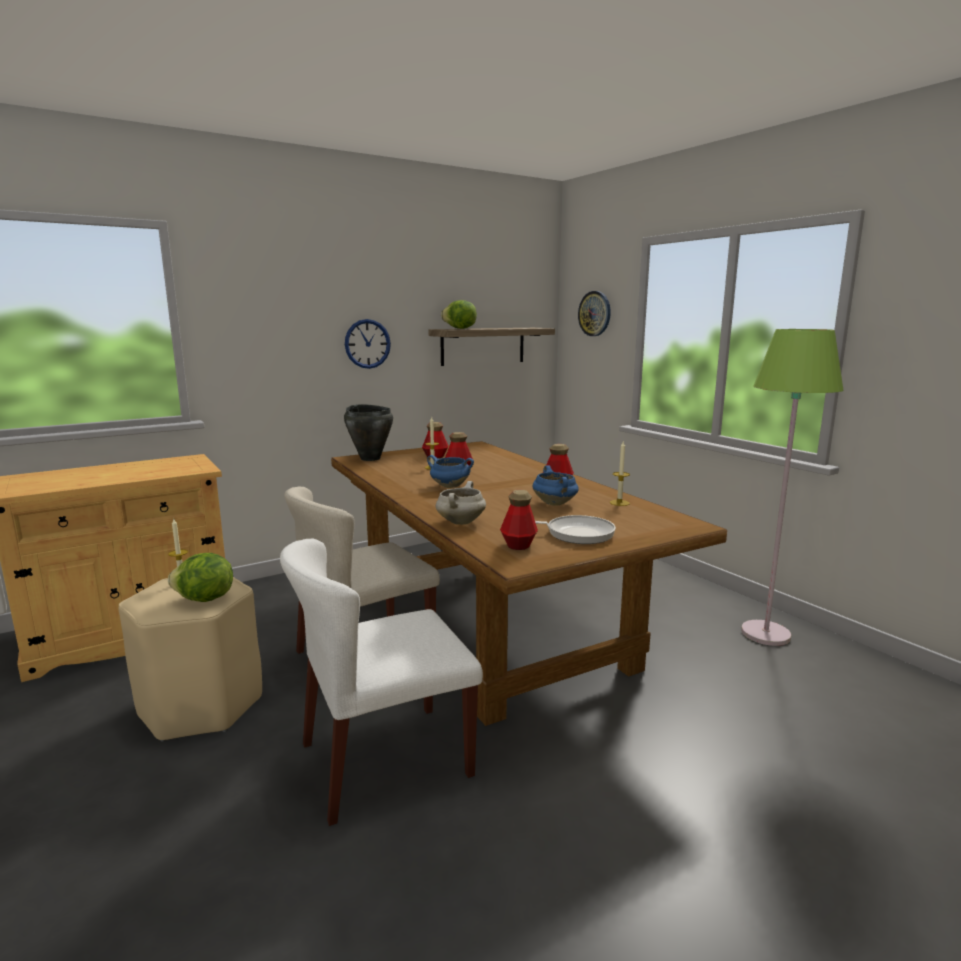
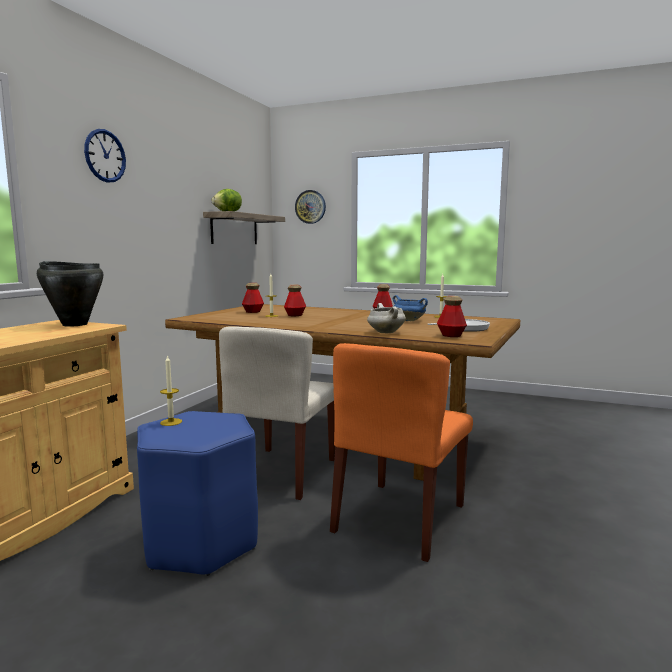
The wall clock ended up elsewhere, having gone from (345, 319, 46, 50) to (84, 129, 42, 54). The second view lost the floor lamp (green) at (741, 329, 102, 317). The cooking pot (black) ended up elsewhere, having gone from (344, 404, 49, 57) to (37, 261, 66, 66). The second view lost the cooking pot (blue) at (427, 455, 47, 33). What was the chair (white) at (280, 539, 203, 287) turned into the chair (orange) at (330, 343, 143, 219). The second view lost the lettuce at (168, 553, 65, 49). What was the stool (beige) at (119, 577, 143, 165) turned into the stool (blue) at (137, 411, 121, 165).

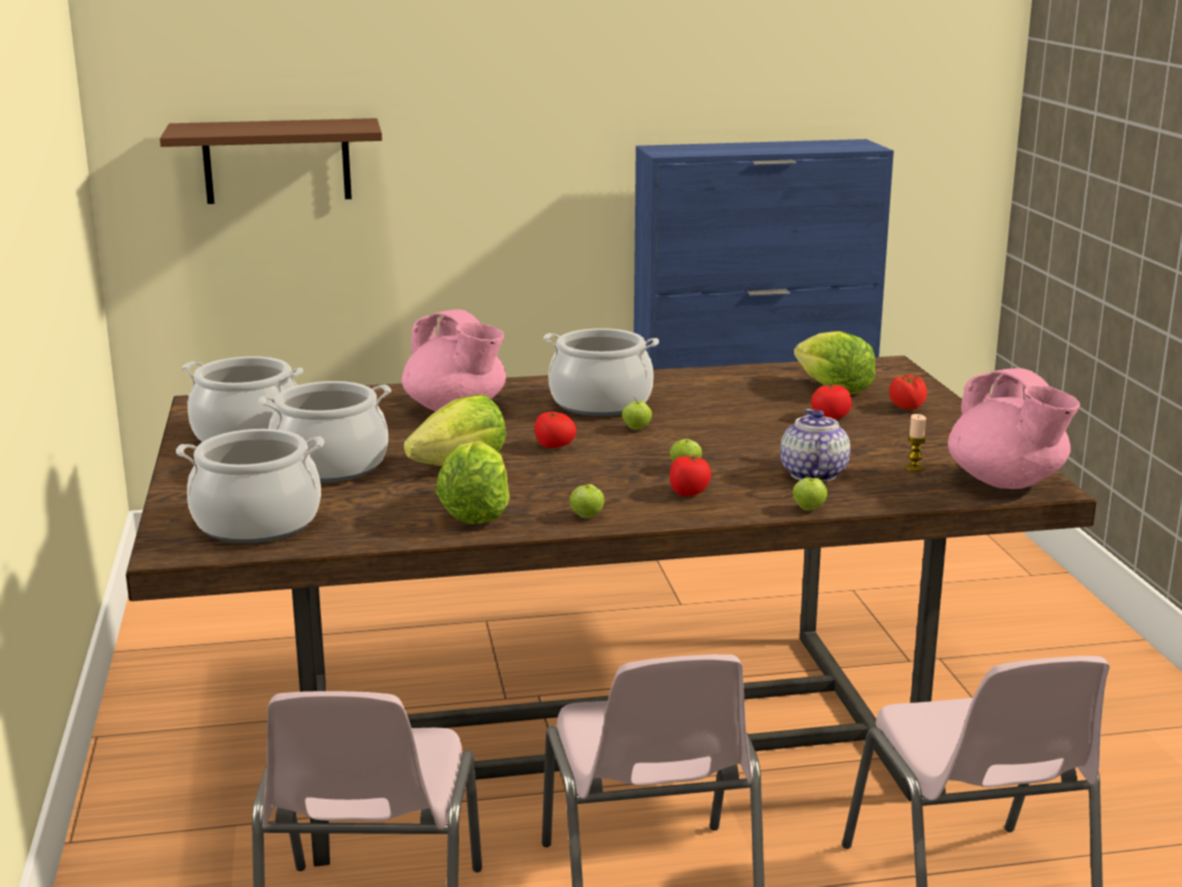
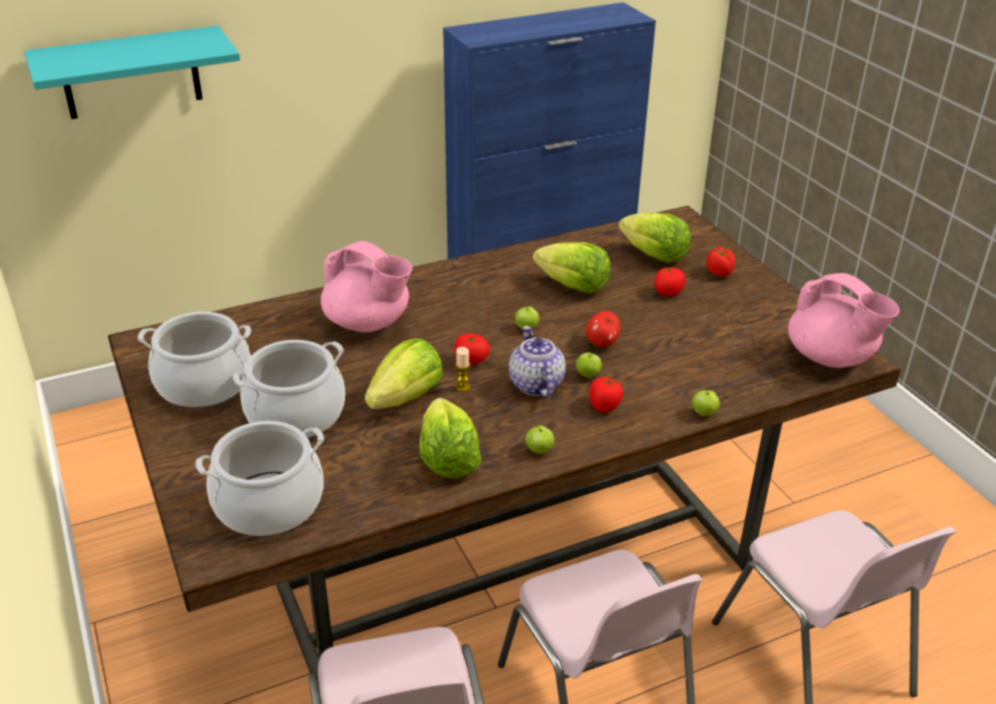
What was the shelf (brown) at (160, 118, 222, 86) turned into the shelf (turquoise) at (24, 26, 216, 93). The second view lost the cooking pot at (543, 328, 116, 88). The teapot ended up elsewhere, having gone from (780, 409, 70, 73) to (509, 326, 57, 72). The candle ended up elsewhere, having gone from (905, 414, 22, 58) to (455, 347, 16, 45). The second view gained the lettuce at (533, 242, 78, 52). The second view gained the apple at (586, 311, 34, 36).

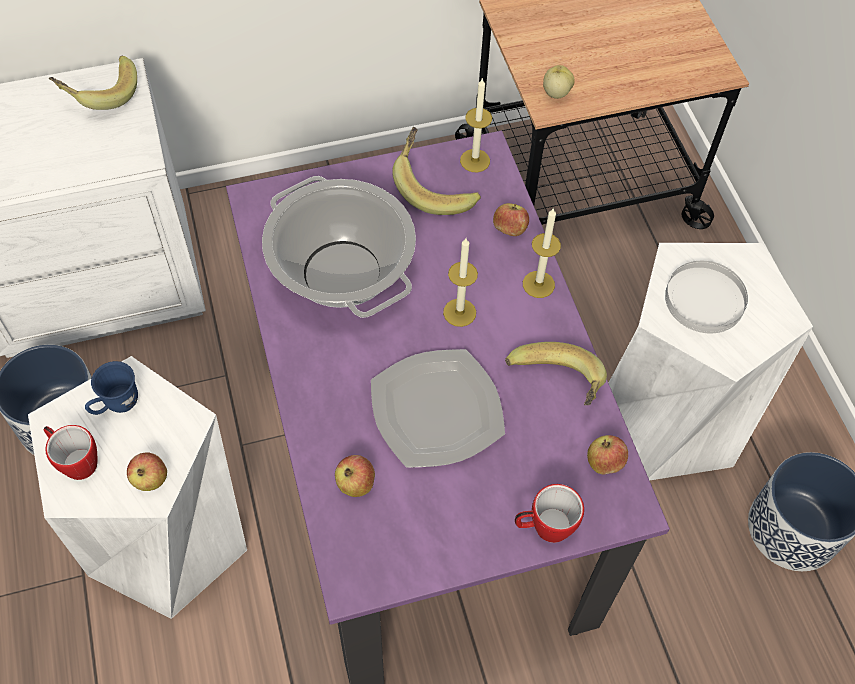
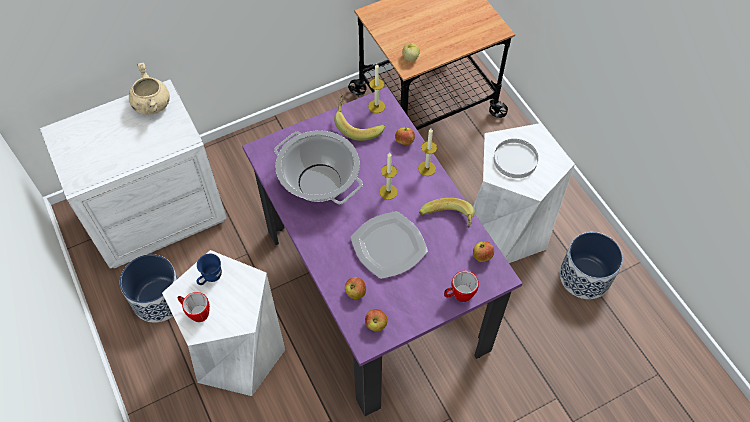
Where the banana stood at (49, 56, 88, 54), the cooking pot (beige) came to stand at (129, 63, 41, 52). The apple ended up elsewhere, having gone from (127, 452, 40, 39) to (365, 309, 23, 22).

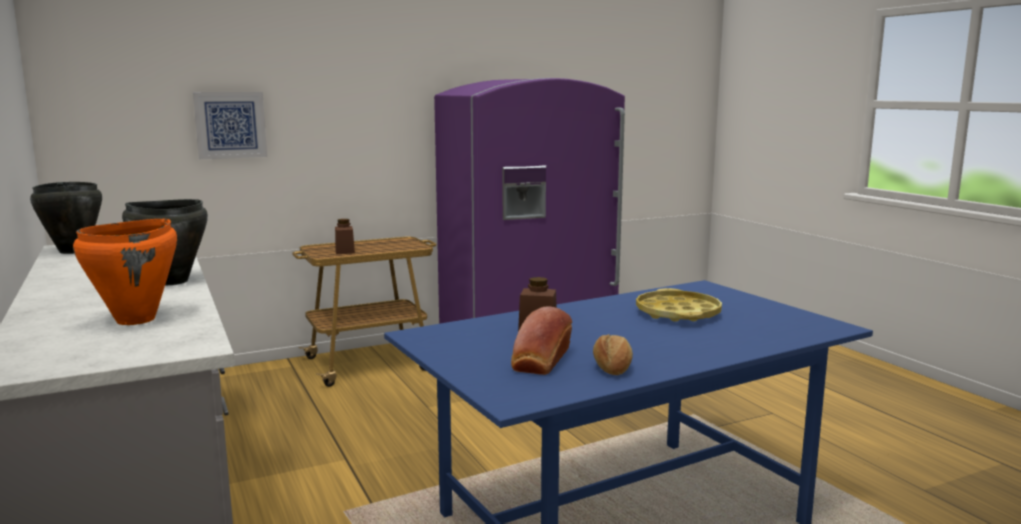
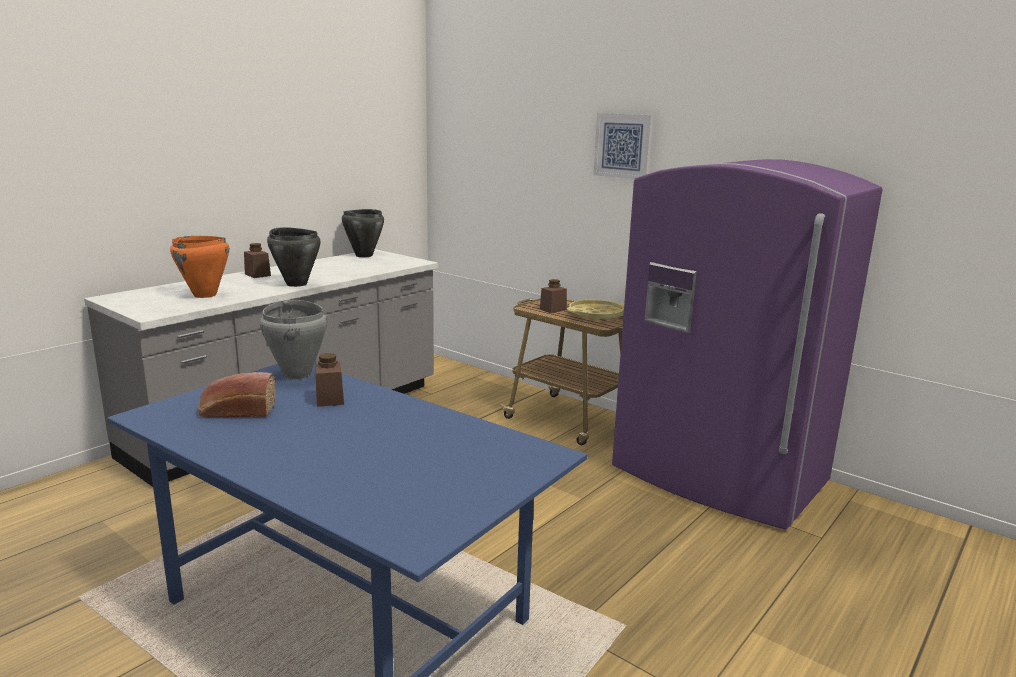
The picture ended up elsewhere, having gone from (193, 92, 74, 67) to (593, 113, 60, 66). The tray (yellow) ended up elsewhere, having gone from (636, 288, 86, 34) to (567, 300, 57, 20). The second view lost the bread at (593, 334, 40, 41). The second view gained the jar (brown) at (244, 243, 27, 35). The second view gained the cooking pot (grey) at (260, 300, 67, 80).

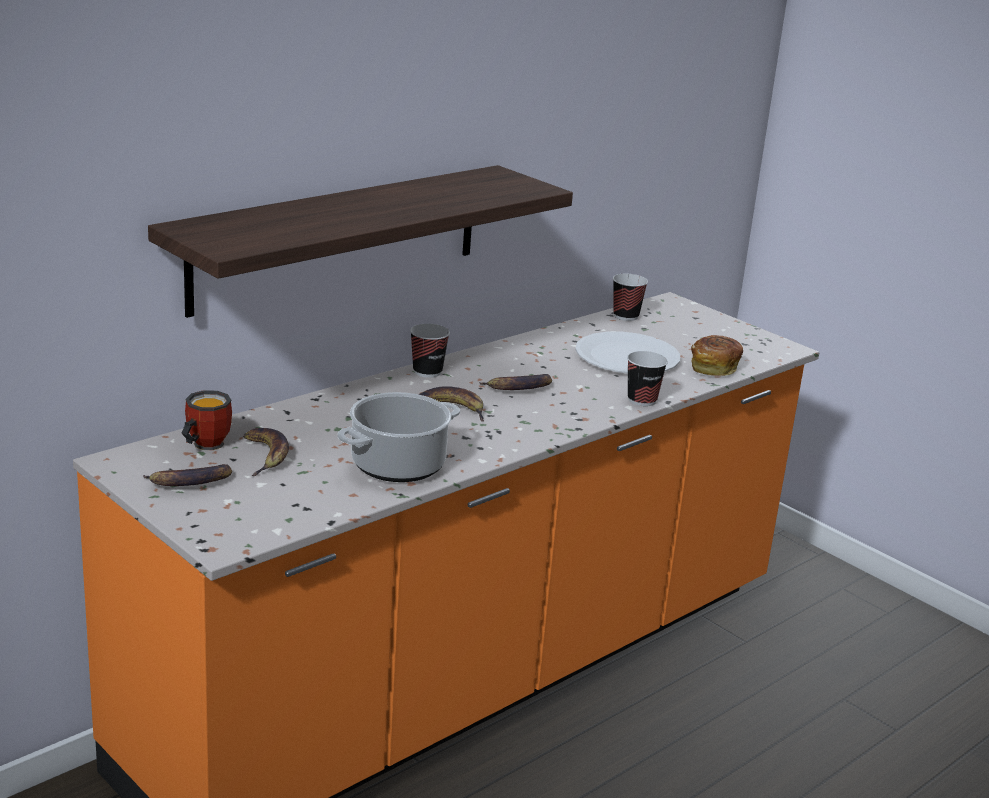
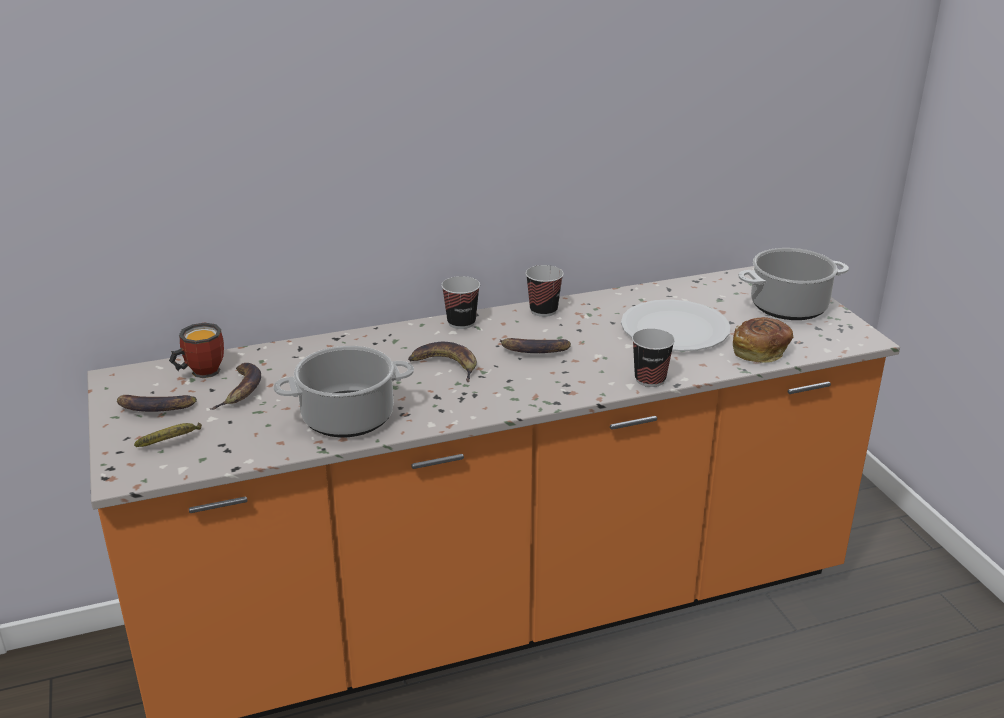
The second view lost the shelf at (148, 165, 425, 153). The cup ended up elsewhere, having gone from (613, 274, 35, 47) to (526, 265, 38, 52). The second view gained the cooking pot at (738, 248, 111, 72). The second view gained the banana at (134, 422, 68, 25).

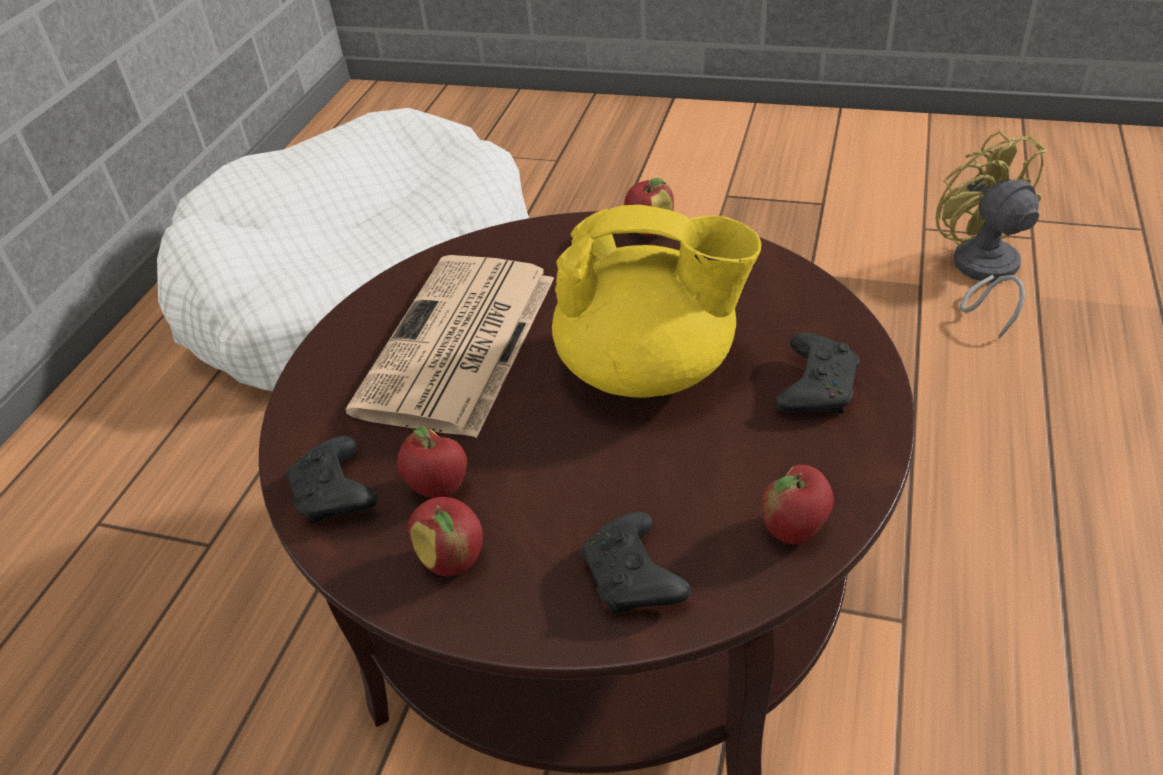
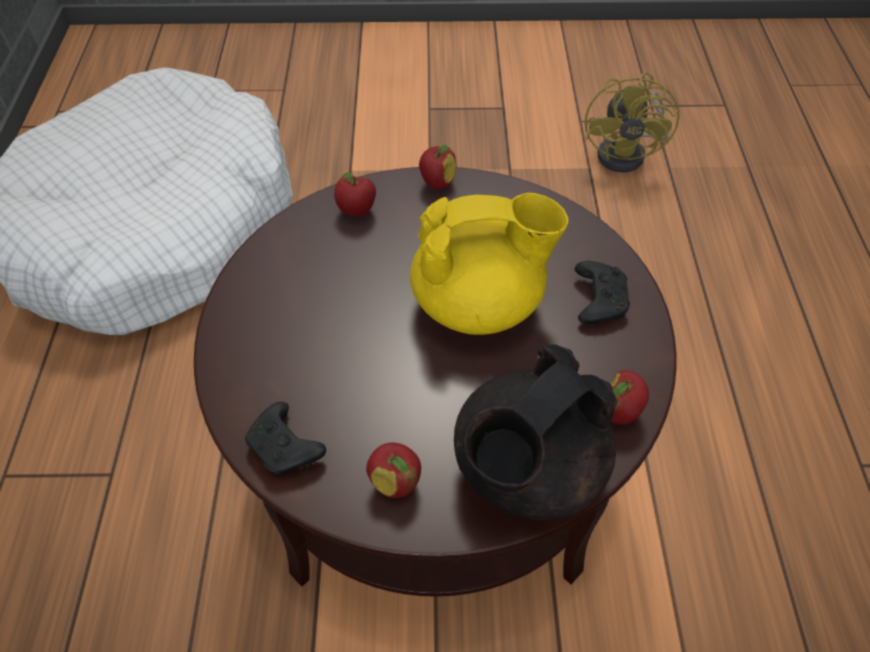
The fan (yellow) at (935, 130, 112, 208) ended up facing another way, 135 degrees counterclockwise from before. The second view lost the newspaper at (345, 255, 209, 183). The apple ended up elsewhere, having gone from (397, 426, 70, 72) to (334, 173, 42, 43). Where the game controller (black) stood at (581, 511, 109, 102), the teapot (black) came to stand at (454, 344, 164, 176).

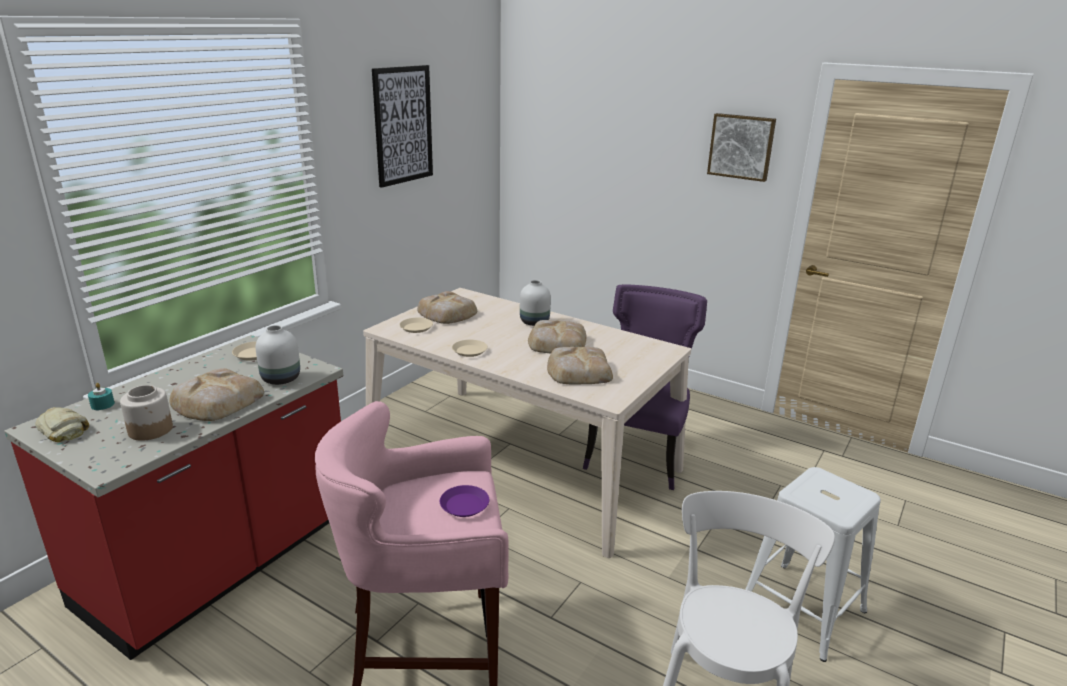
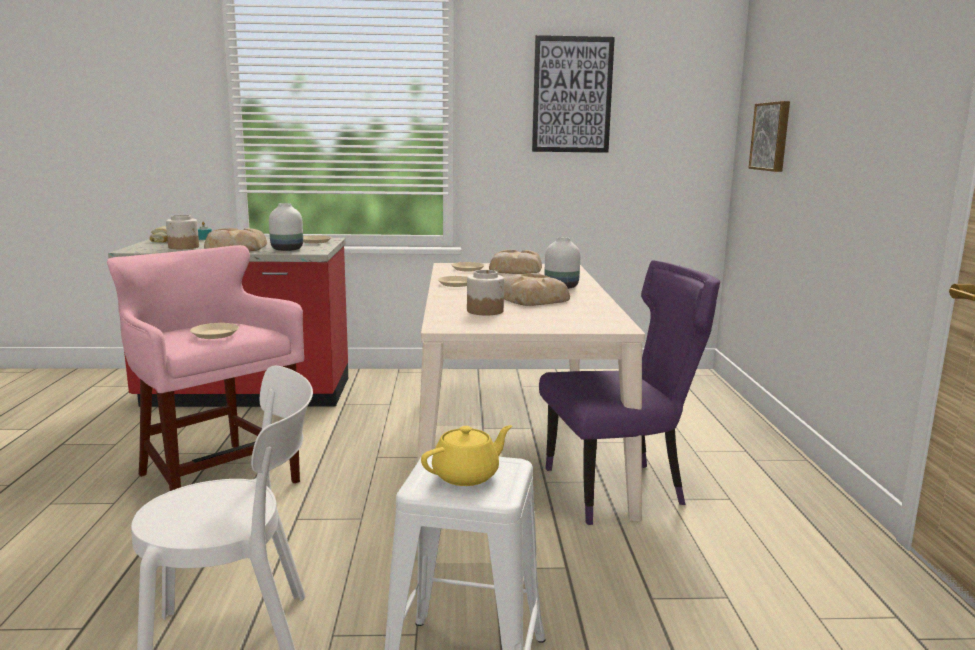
The picture ended up elsewhere, having gone from (707, 113, 69, 69) to (748, 101, 42, 71). Where the bread stood at (547, 347, 66, 37), the jar came to stand at (467, 270, 37, 45). What was the plate (purple) at (440, 485, 49, 32) turned into the plate (beige) at (190, 323, 49, 16). The second view gained the teapot (yellow) at (421, 425, 91, 61).

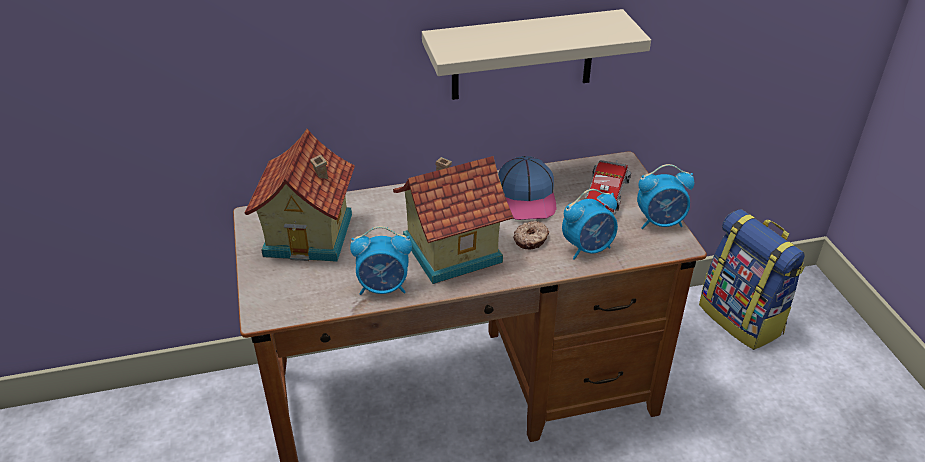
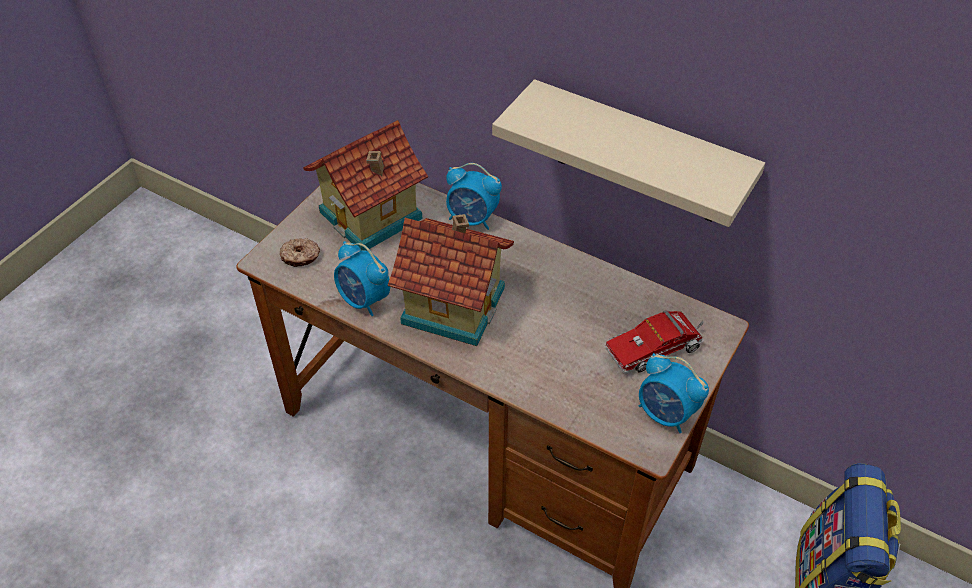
The second view lost the cap at (498, 156, 59, 64). The alarm clock ended up elsewhere, having gone from (562, 189, 56, 71) to (446, 163, 56, 67). The donut ended up elsewhere, having gone from (513, 221, 36, 28) to (280, 238, 40, 29).

